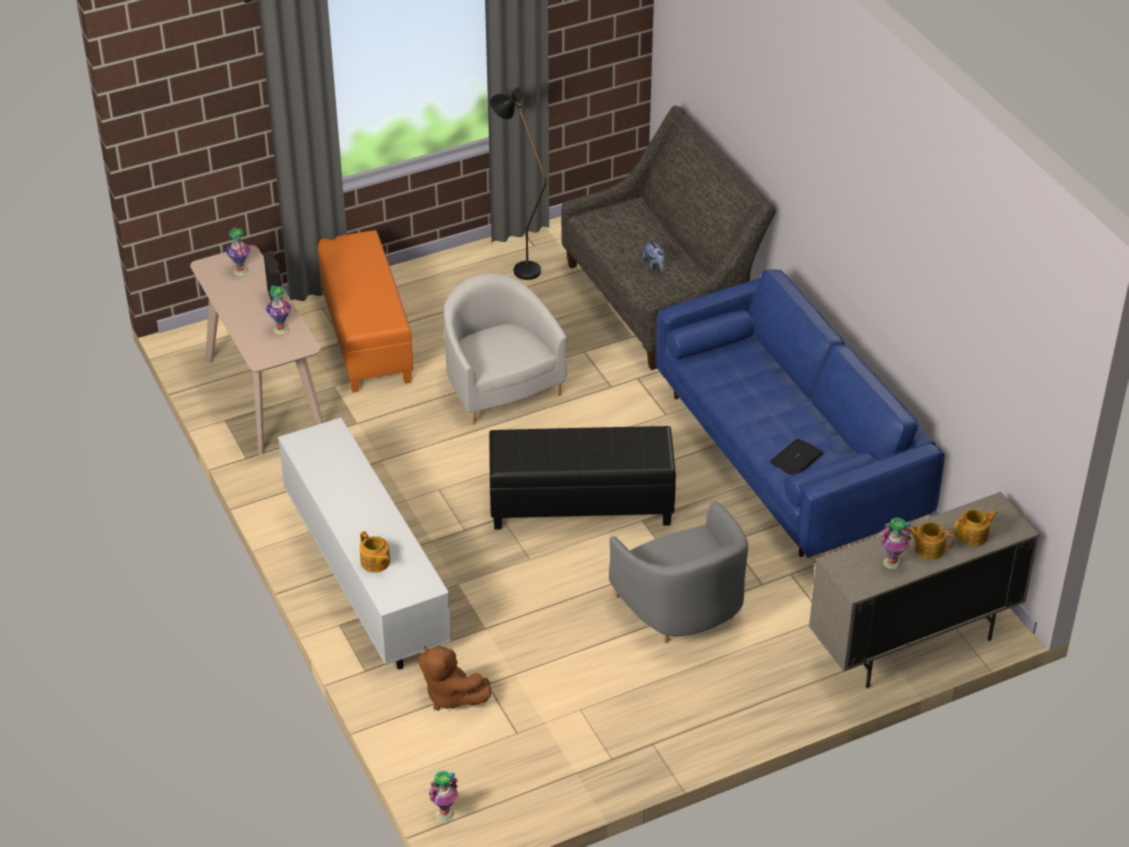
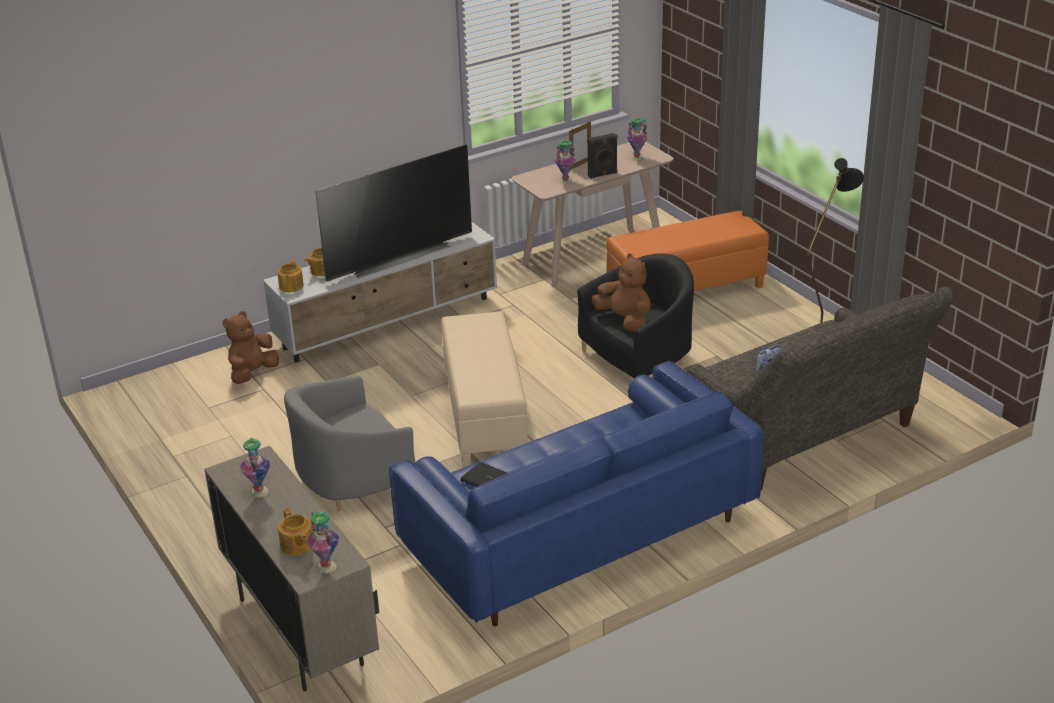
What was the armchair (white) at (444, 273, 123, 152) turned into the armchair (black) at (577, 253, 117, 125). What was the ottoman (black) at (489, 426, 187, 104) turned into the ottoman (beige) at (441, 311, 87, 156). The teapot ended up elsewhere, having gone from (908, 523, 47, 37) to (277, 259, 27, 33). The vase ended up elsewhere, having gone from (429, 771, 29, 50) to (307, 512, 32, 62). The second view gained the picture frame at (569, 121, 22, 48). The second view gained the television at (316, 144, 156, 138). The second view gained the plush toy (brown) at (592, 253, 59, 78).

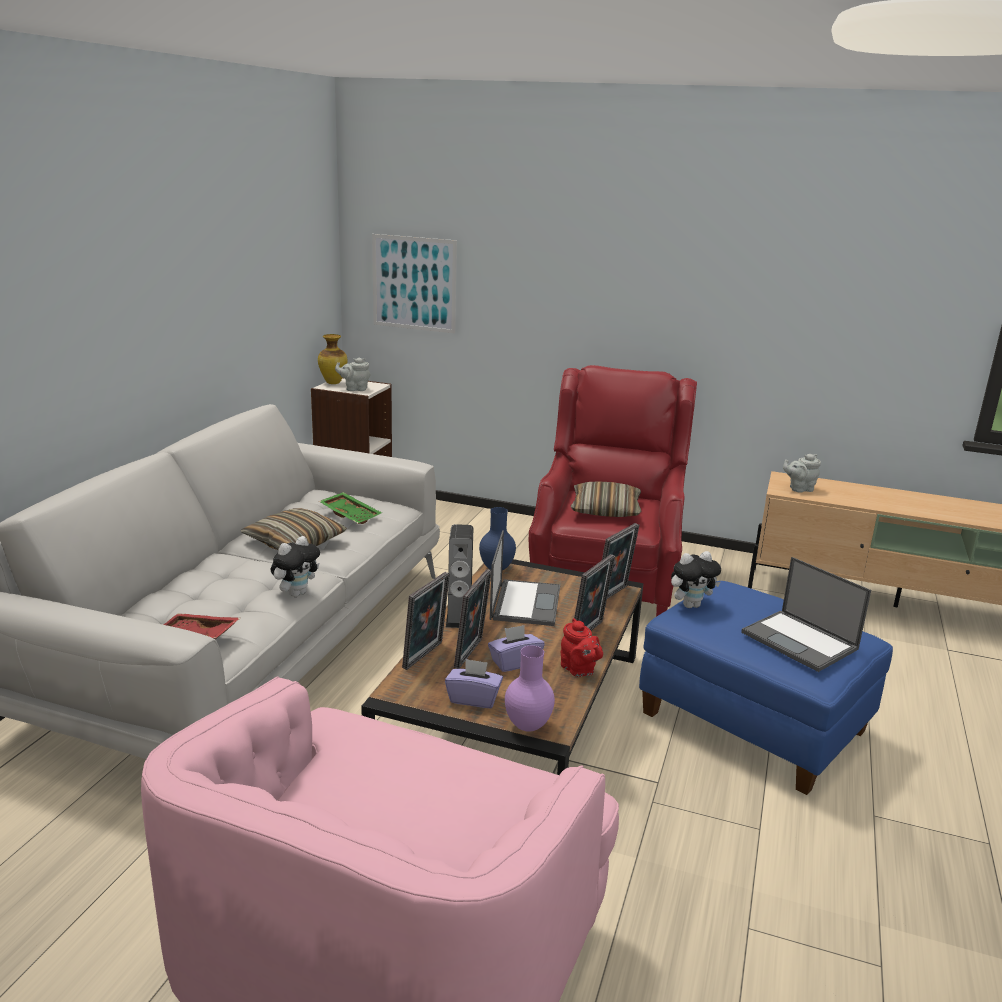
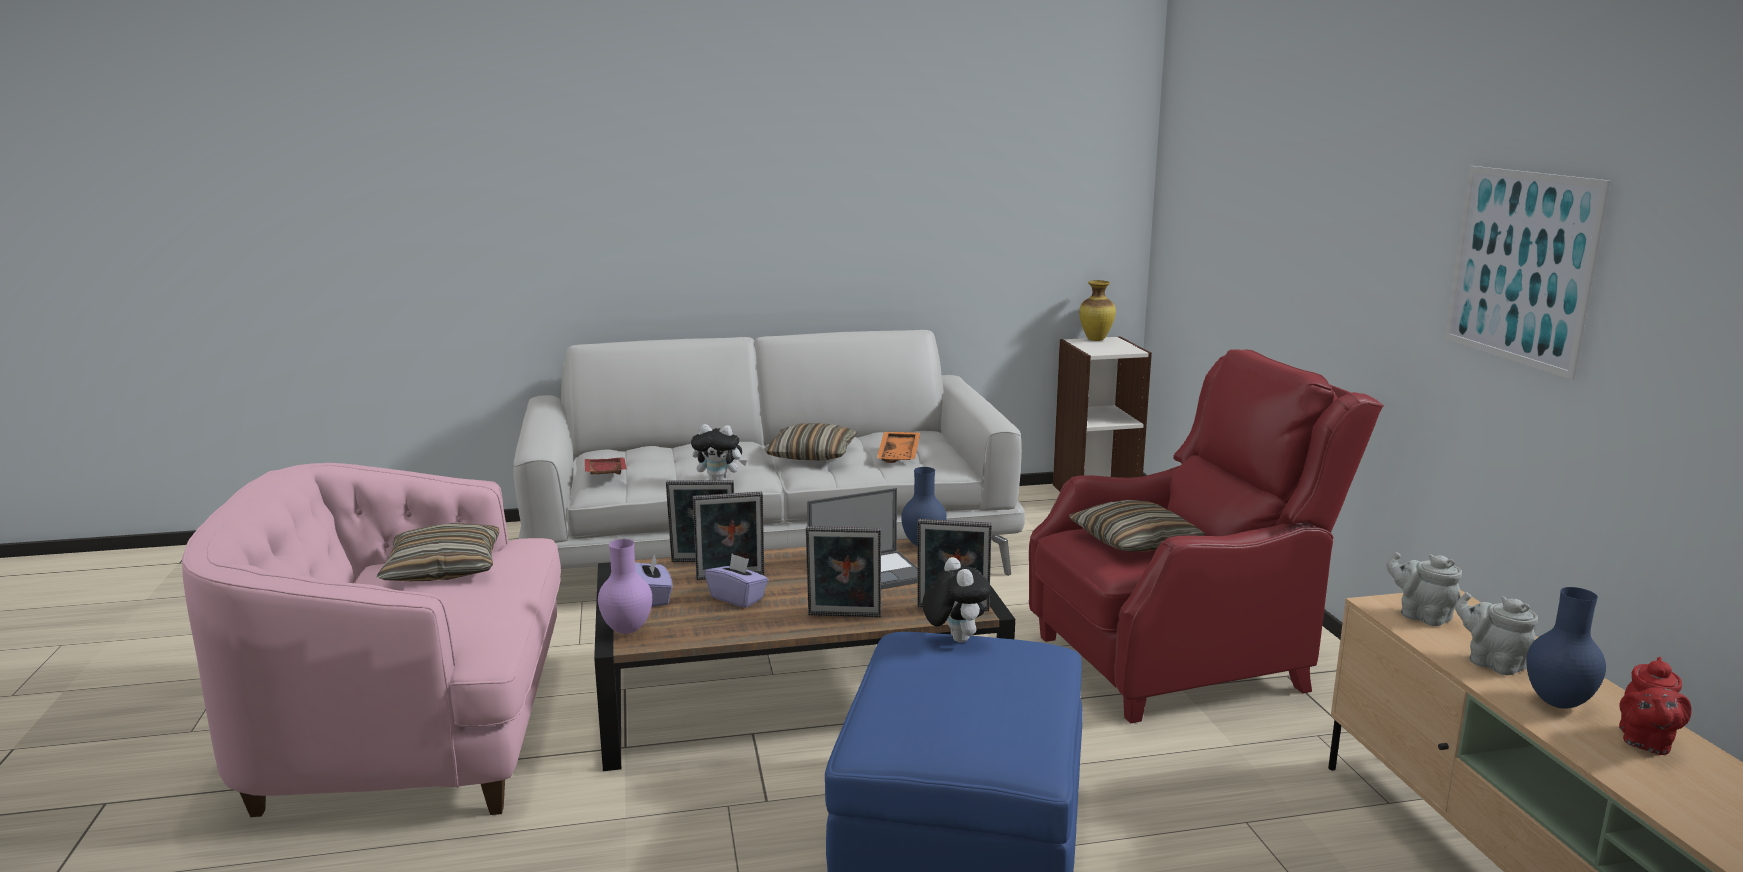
The picture ended up elsewhere, having gone from (372, 234, 85, 100) to (1444, 166, 167, 214). The teapot (grey) ended up elsewhere, having gone from (335, 358, 35, 33) to (1455, 593, 83, 82). What was the tray (green) at (319, 492, 63, 32) turned into the tray (orange) at (876, 432, 44, 31). The second view lost the speaker at (446, 524, 27, 104). The plush toy at (671, 551, 50, 57) ended up facing another way, 150 degrees counterclockwise from before. The second view lost the laptop at (741, 557, 130, 115). The teapot (red) ended up elsewhere, having gone from (561, 618, 42, 59) to (1619, 657, 73, 98). The second view gained the pillow at (377, 523, 123, 58). The second view gained the vase (blue) at (1526, 587, 80, 122).

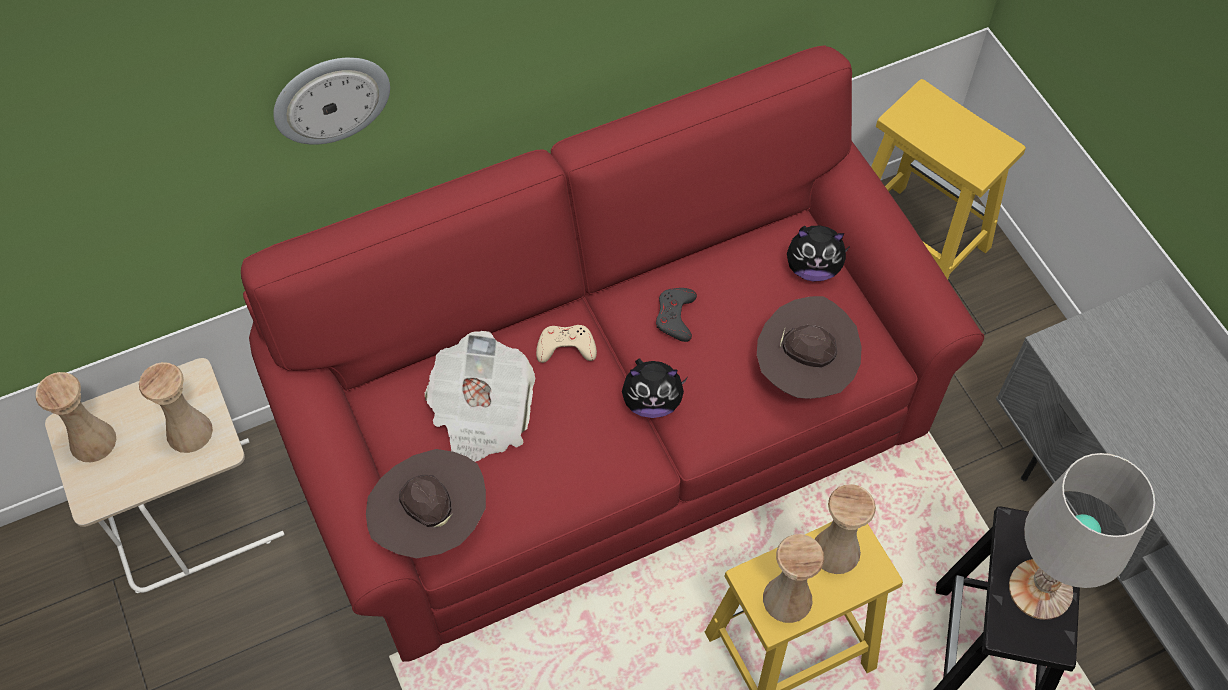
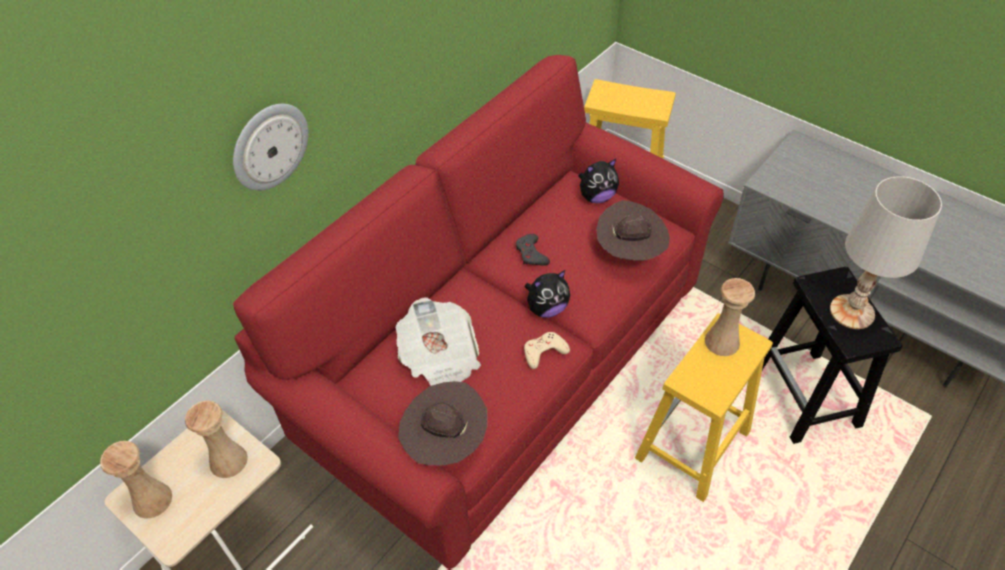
The game controller (beige) ended up elsewhere, having gone from (536, 325, 61, 38) to (524, 332, 46, 37). The second view lost the vase (beige) at (763, 534, 61, 89).

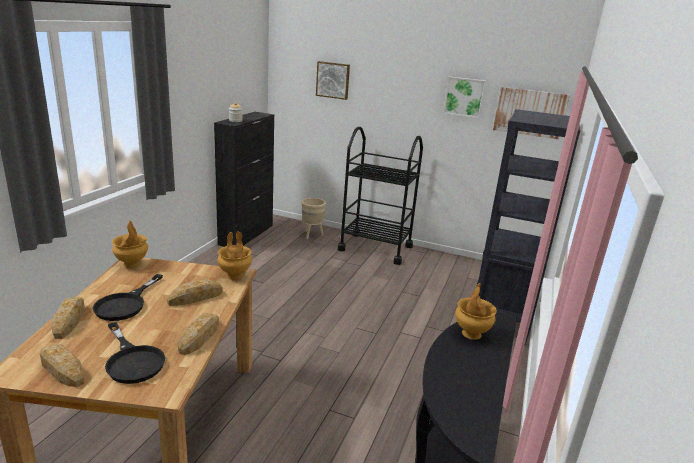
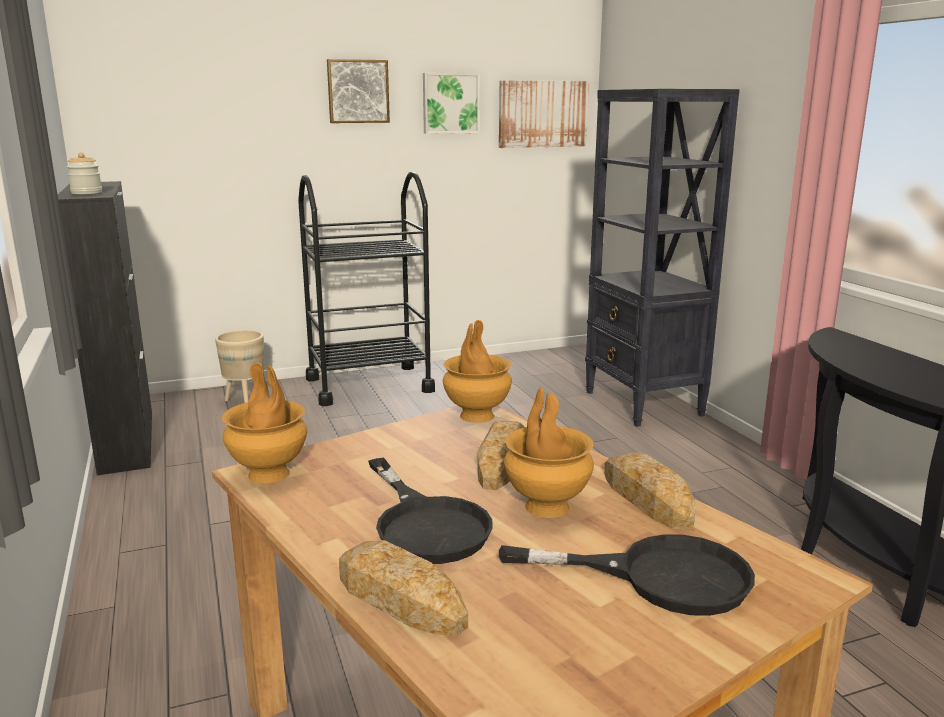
The picture ended up elsewhere, having gone from (316, 61, 34, 39) to (327, 59, 63, 64). The vase (brown) ended up elsewhere, having gone from (455, 283, 42, 57) to (504, 387, 90, 131). The second view lost the bread at (40, 343, 44, 44).

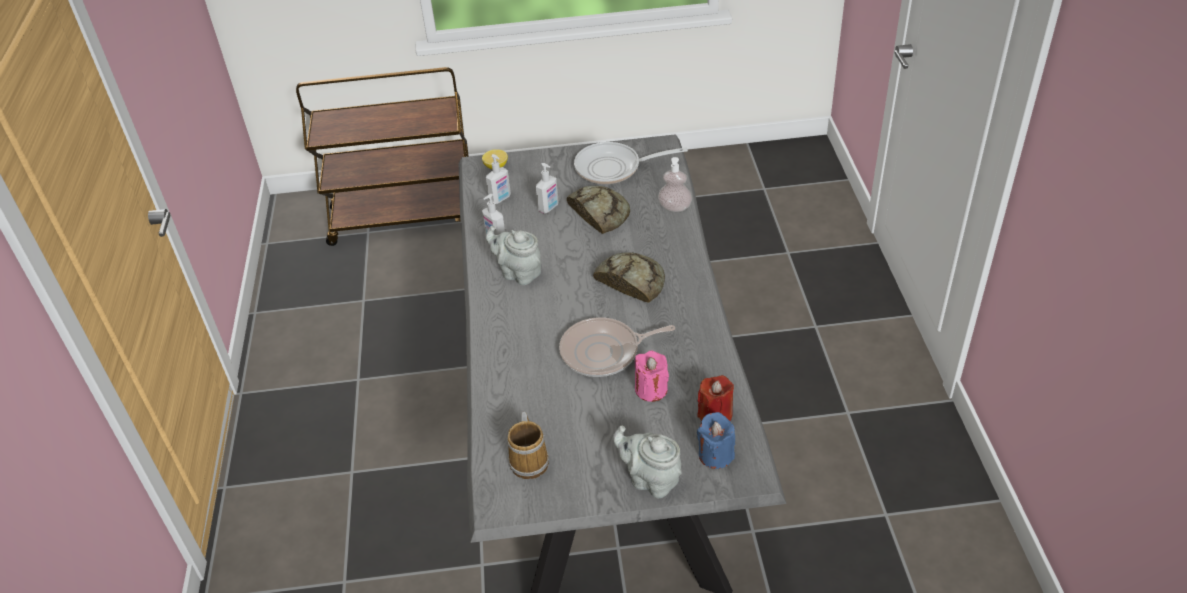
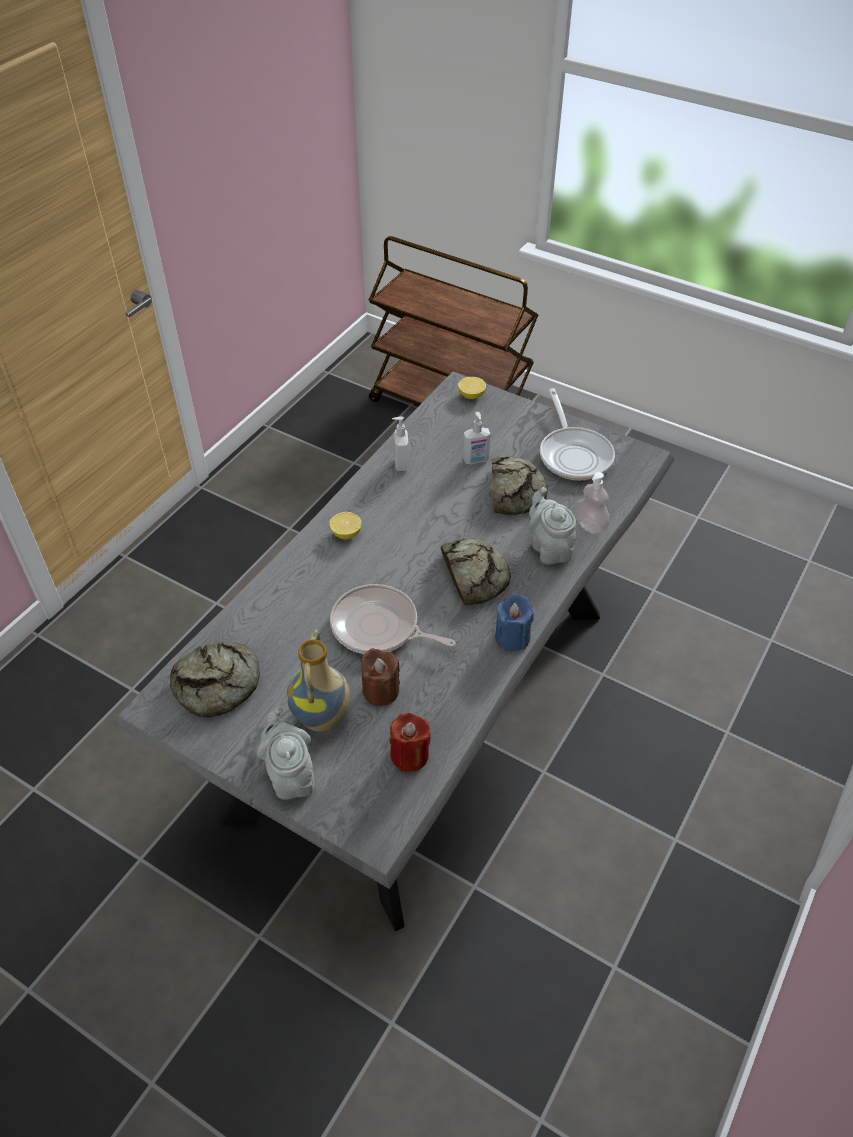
The frying pan at (574, 142, 114, 42) ended up facing another way, 135 degrees counterclockwise from before. The second view lost the soap dispenser at (486, 154, 25, 50). The teapot (grey) ended up elsewhere, having gone from (486, 226, 56, 59) to (528, 487, 48, 78). What was the candle (pink) at (635, 351, 34, 51) turned into the candle (brown) at (361, 648, 39, 58). Where the mug stood at (507, 412, 42, 67), the bread came to stand at (170, 642, 90, 75). The candle (blue) ended up elsewhere, having gone from (697, 412, 38, 57) to (495, 594, 39, 57). The second view gained the lemon at (329, 512, 33, 28). The second view gained the vase at (287, 630, 63, 101).

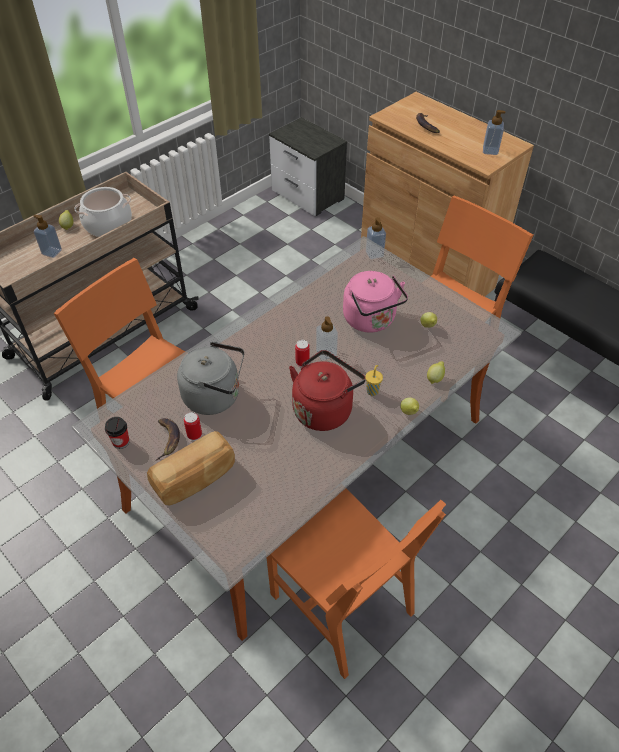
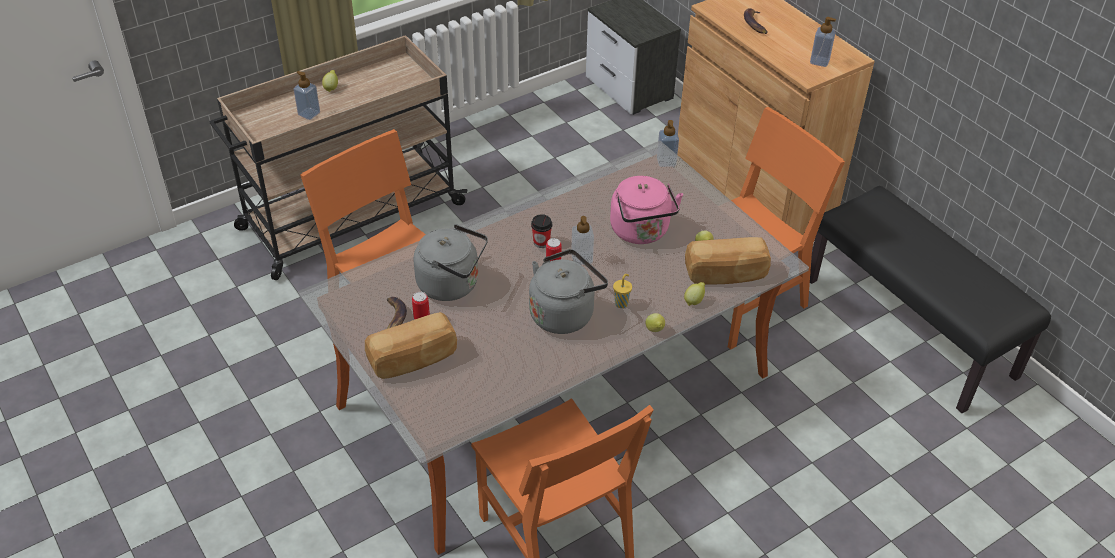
The second view lost the cooking pot at (74, 187, 58, 50). What was the kettle (red) at (289, 350, 77, 81) turned into the kettle (grey) at (529, 249, 79, 85). The cup ended up elsewhere, having gone from (105, 417, 24, 32) to (531, 214, 21, 34). The second view gained the bread at (685, 237, 86, 48).

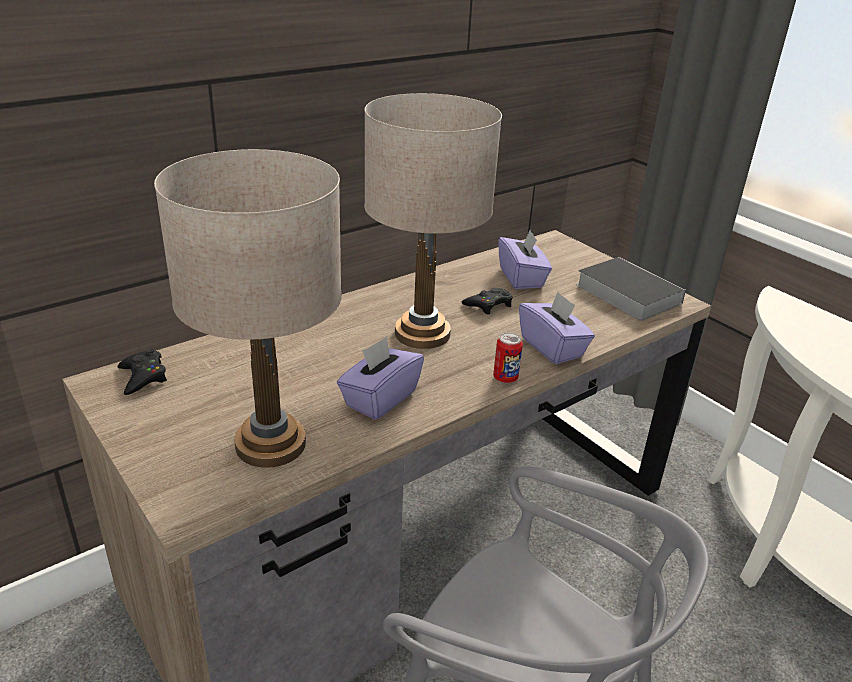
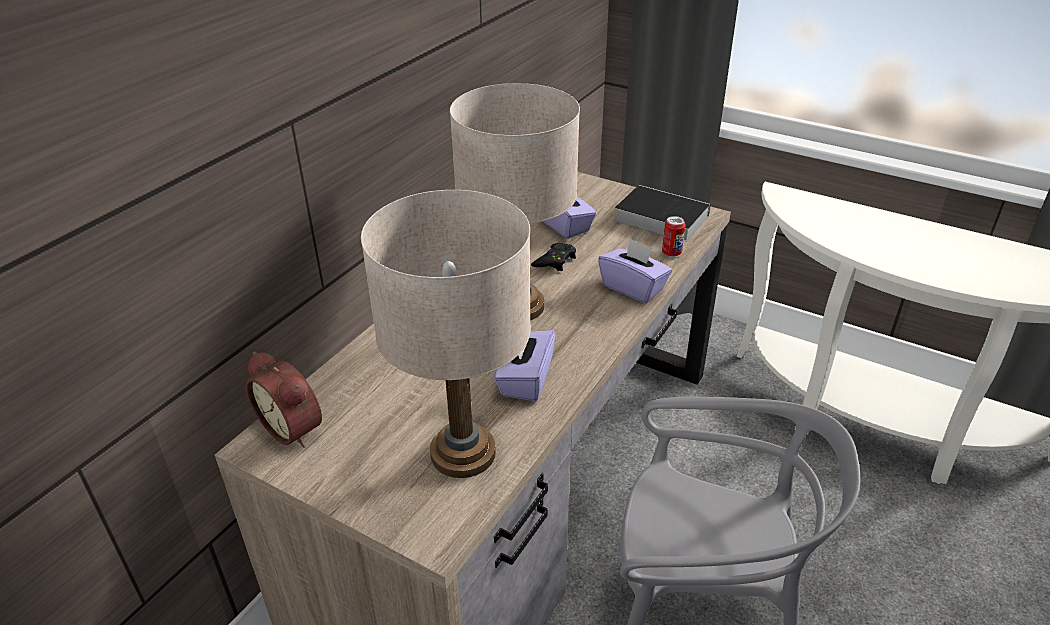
The can ended up elsewhere, having gone from (493, 333, 30, 50) to (662, 216, 24, 41). Where the game controller (black) stood at (118, 349, 49, 46), the alarm clock came to stand at (246, 352, 76, 96).

